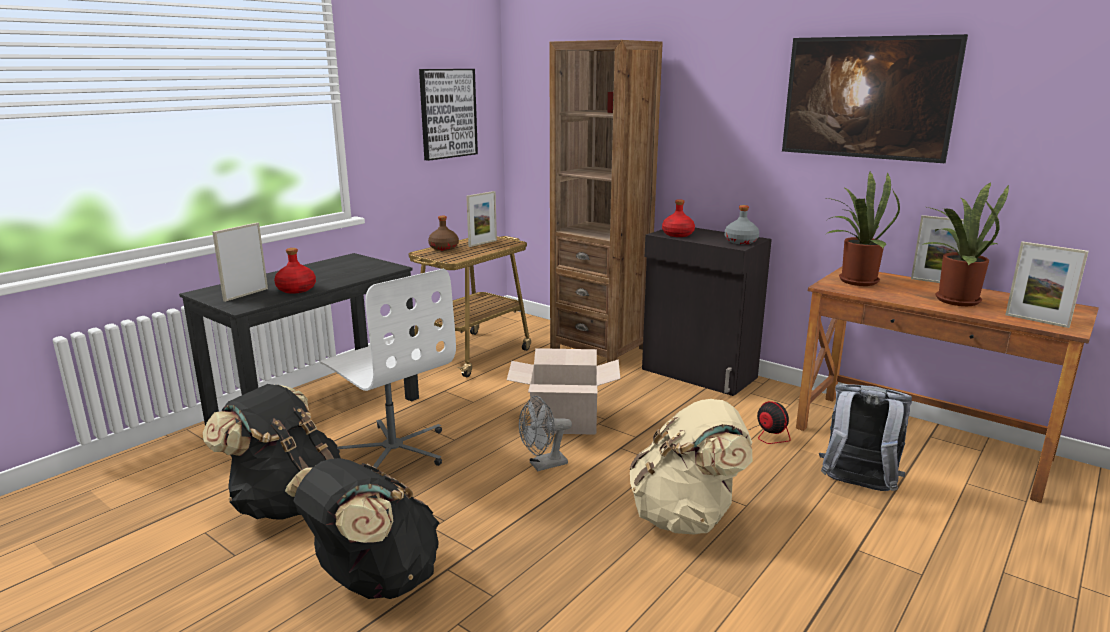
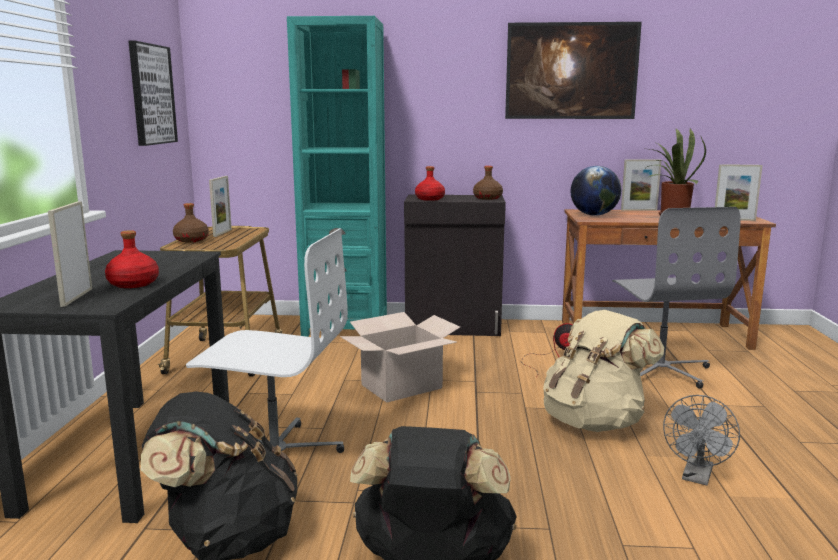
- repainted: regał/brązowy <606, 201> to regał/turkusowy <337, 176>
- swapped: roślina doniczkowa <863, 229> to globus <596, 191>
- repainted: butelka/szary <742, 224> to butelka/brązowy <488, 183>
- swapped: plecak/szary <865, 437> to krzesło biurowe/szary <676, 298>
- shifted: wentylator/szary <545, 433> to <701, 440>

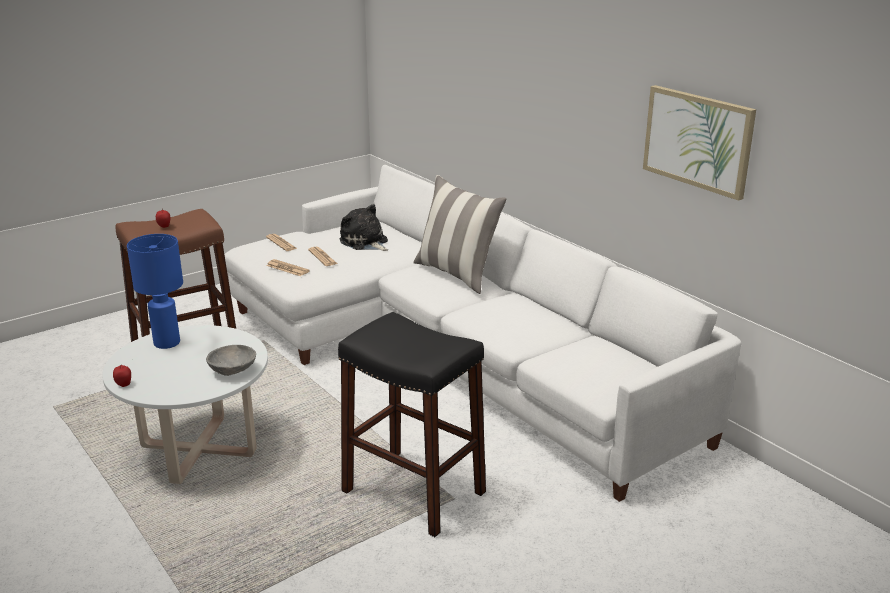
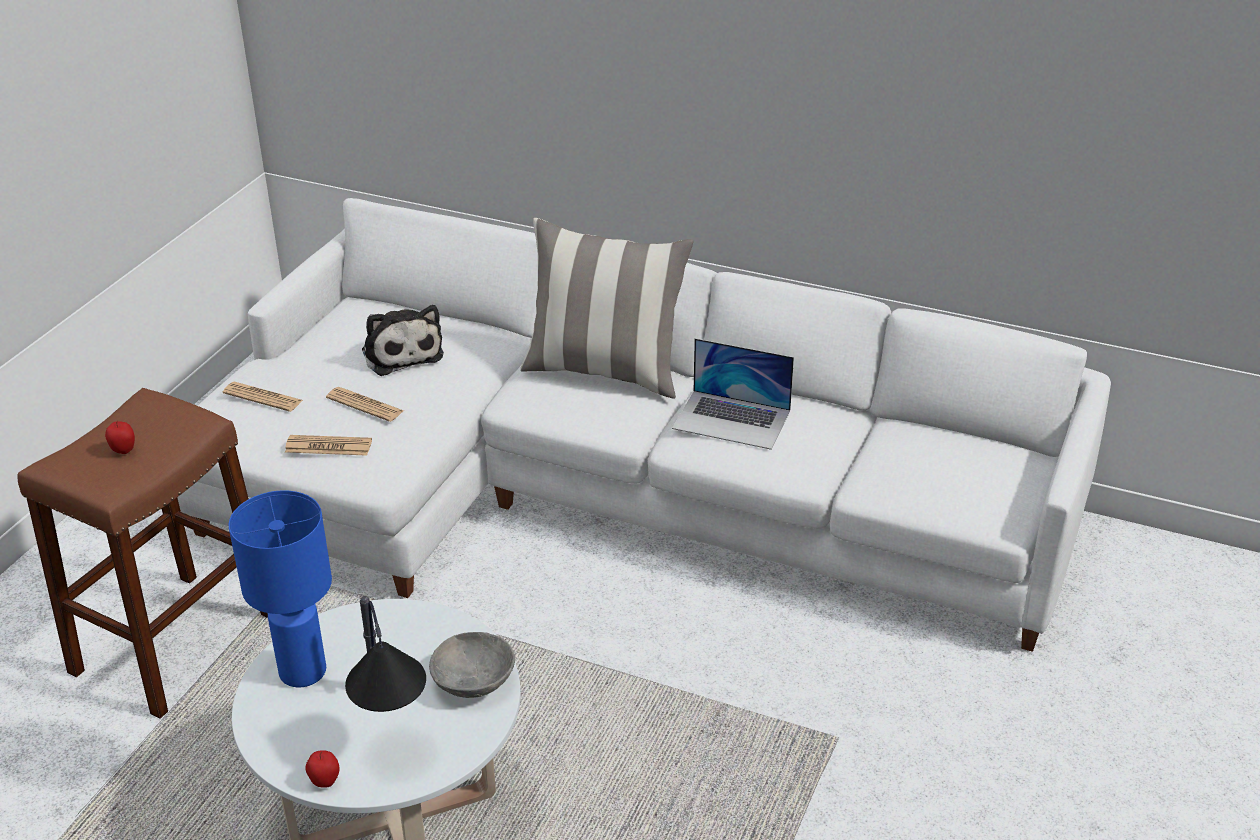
- gone: obraz <699, 143>
- rotated: pluszak <364, 227> = <403, 340> 135 degrees counterclockwise
- gone: stołek/czarny <412, 424>
- new: laptop <733, 394>
- new: lampa stołowa <385, 654>

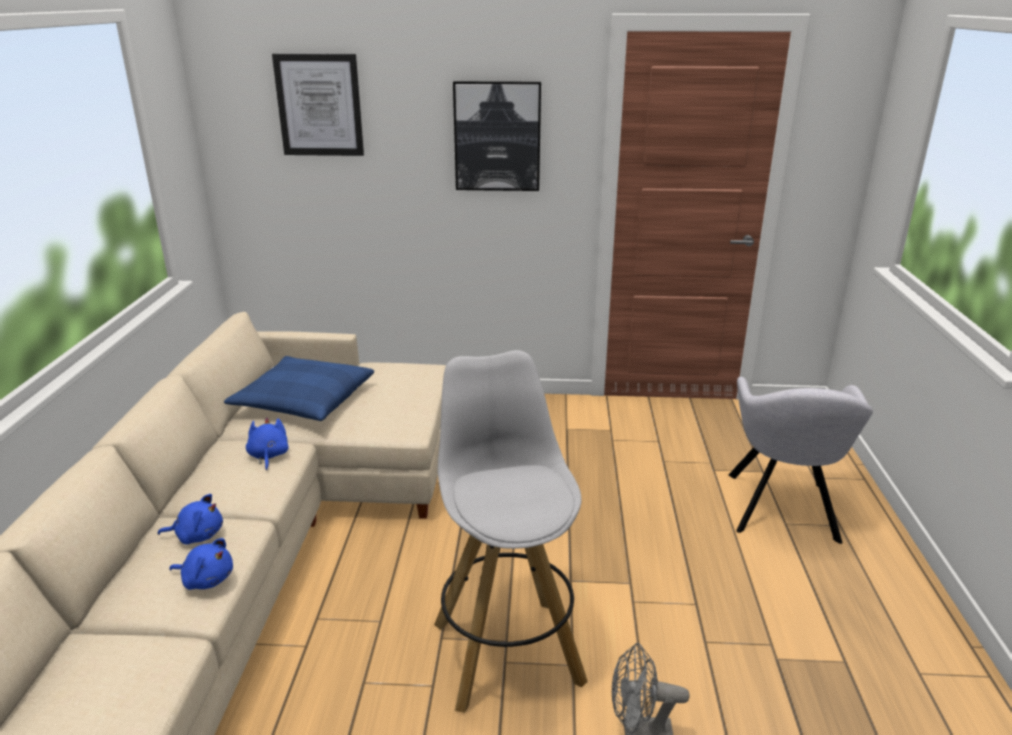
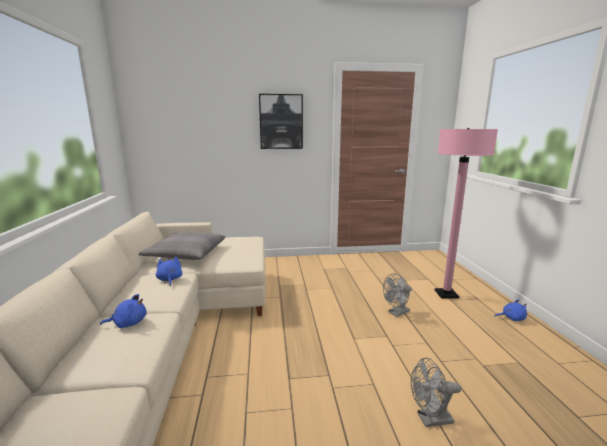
- gone: obraz <318, 105>
- gone: stołek/biały <511, 531>
- repainted: poduszka/niebieski <299, 388> to poduszka/szary <182, 246>
- swapped: fotel/szary <801, 460> to lampa stojąca/różowy <466, 213>
- shifted: pluszak/niebieski <201, 564> to <511, 310>
- new: wentylator/szary <397, 295>

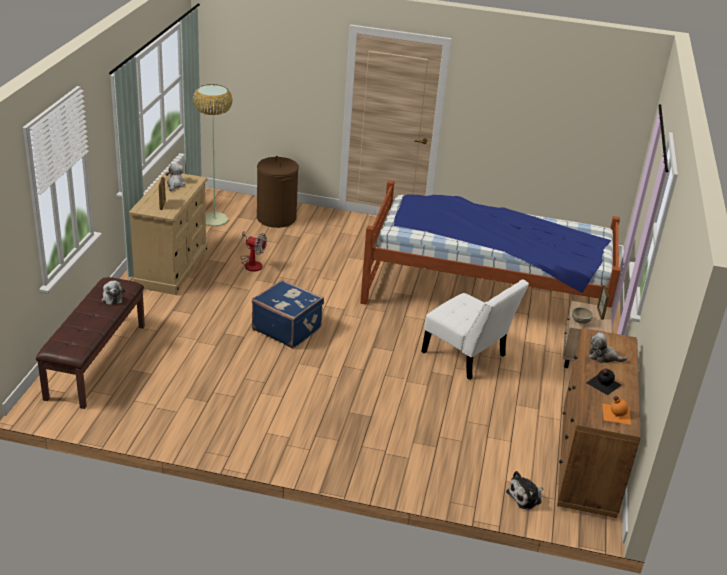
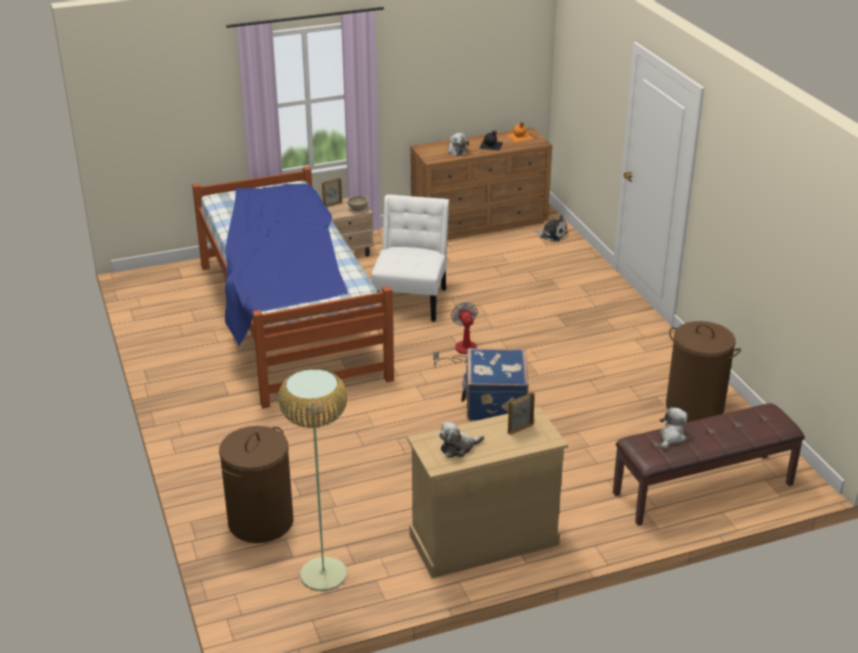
- shifted: wentylator <253, 252> to <455, 334>
- new: kosz na pranie/brązowy <703, 371>

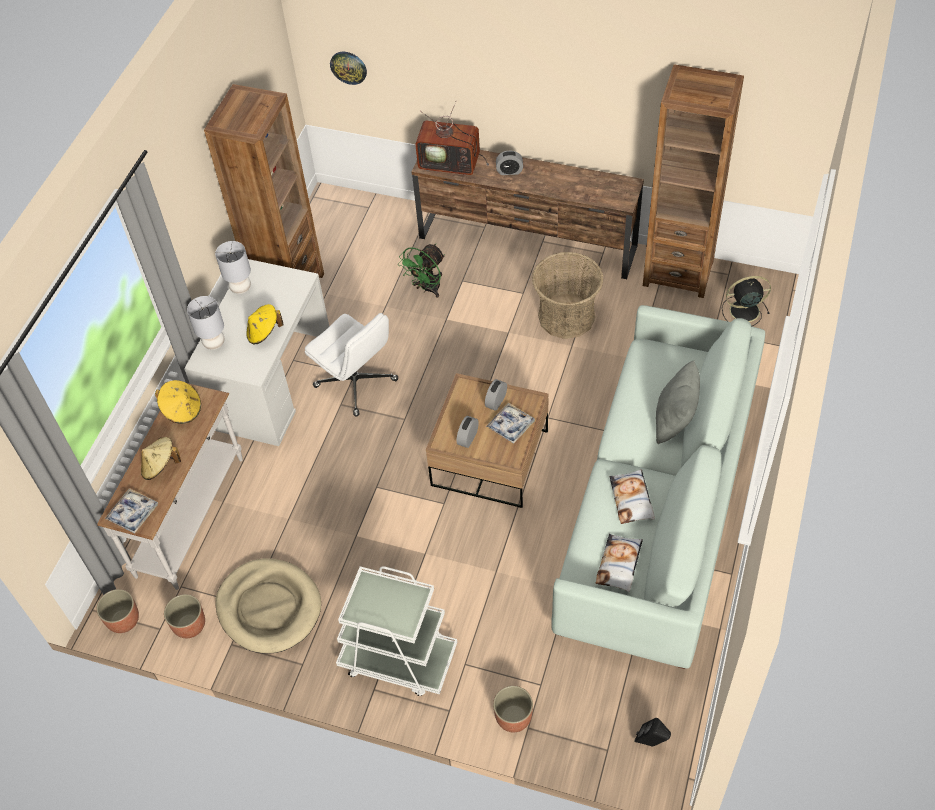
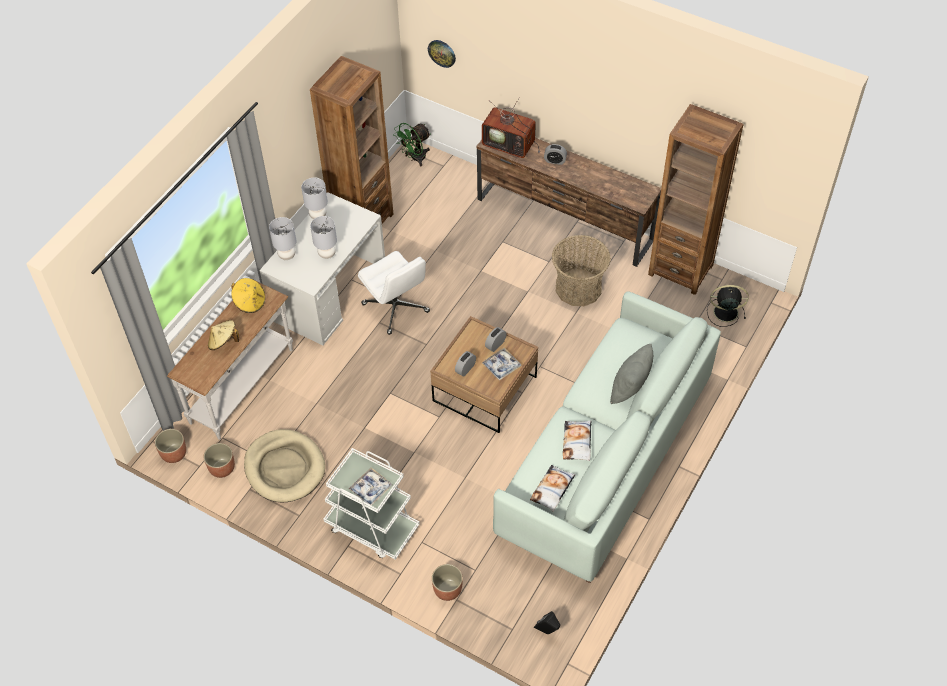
- shifted: wentylator/zielony <421, 271> to <412, 144>
- swapped: kapelusz/żółty <265, 324> to lampa stołowa/szary <323, 237>
- shifted: taca <131, 511> to <371, 486>

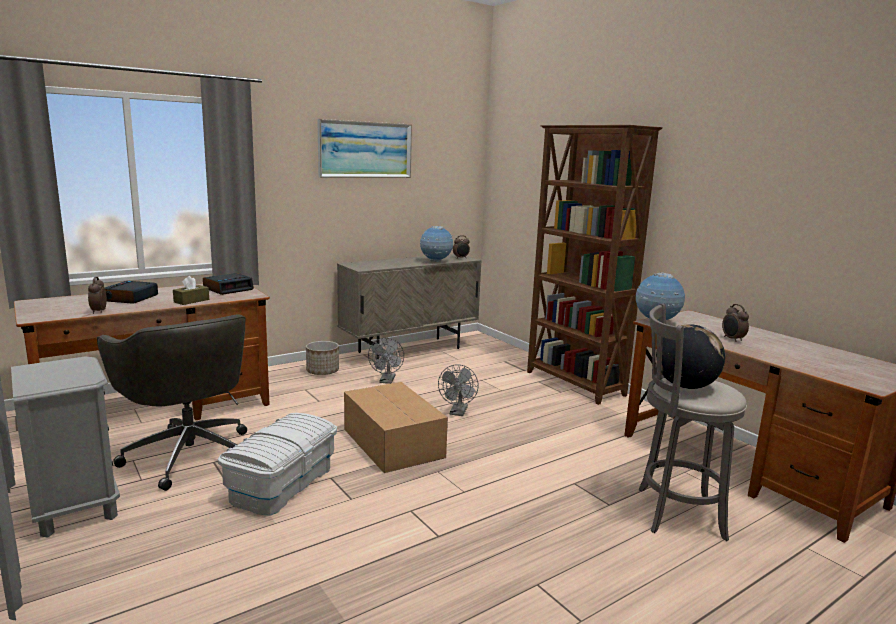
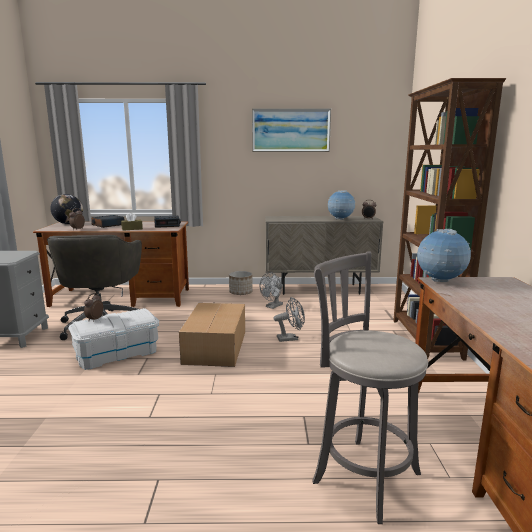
- shifted: budzik <735, 323> to <93, 307>
- shifted: globus <690, 356> to <66, 209>
- rotated: wentylator/szary <458, 390> = <289, 319> 150 degrees counterclockwise

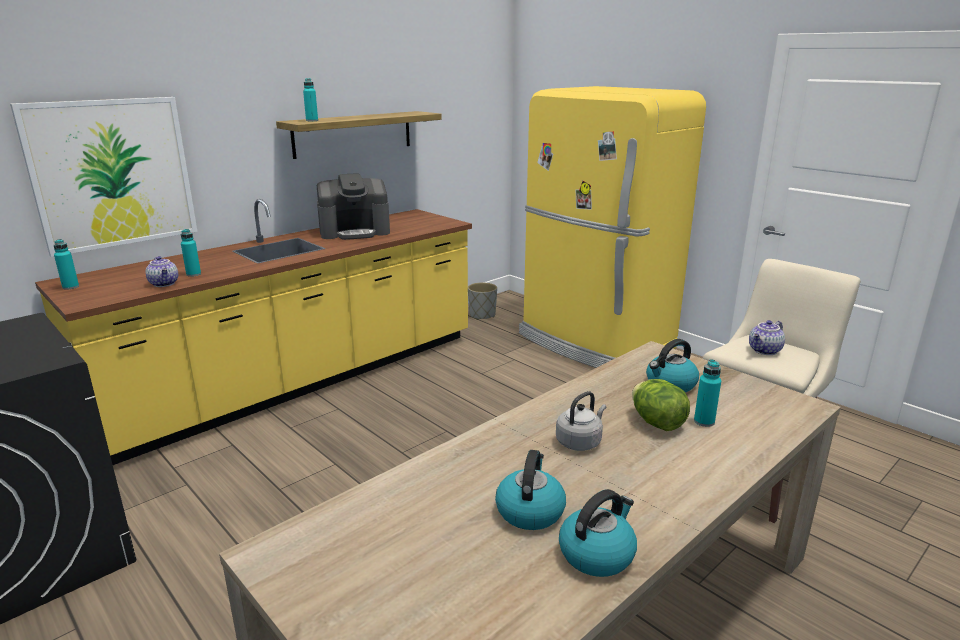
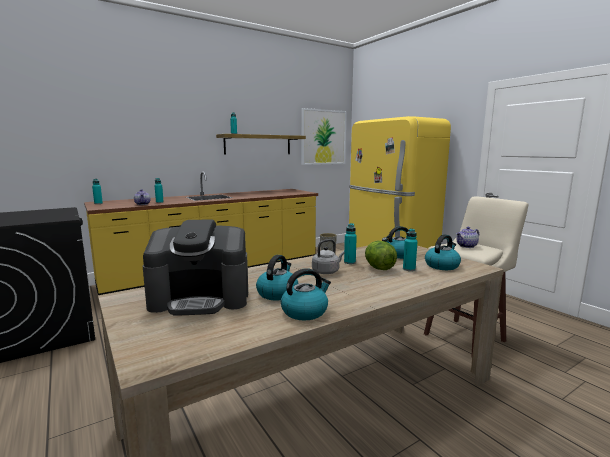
- shifted: obraz <103, 177> to <324, 136>
- shifted: ekspres do kawy <353, 206> to <195, 267>
- new: butelka/turkusowy <350, 243>
- new: czajnik <443, 252>

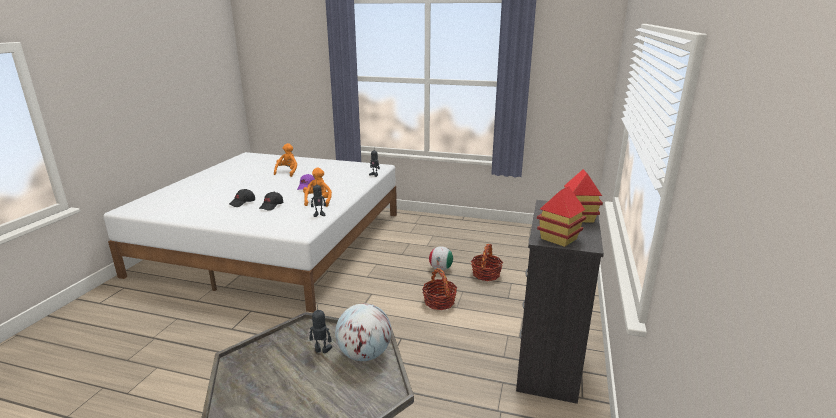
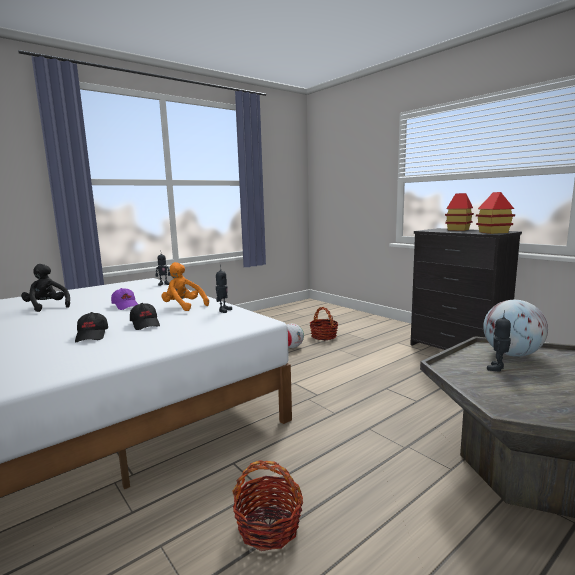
- repainted: pluszak/pomarańczowy <285, 160> to pluszak/czarny <45, 288>
- shifted: koszyk <439, 289> to <267, 506>

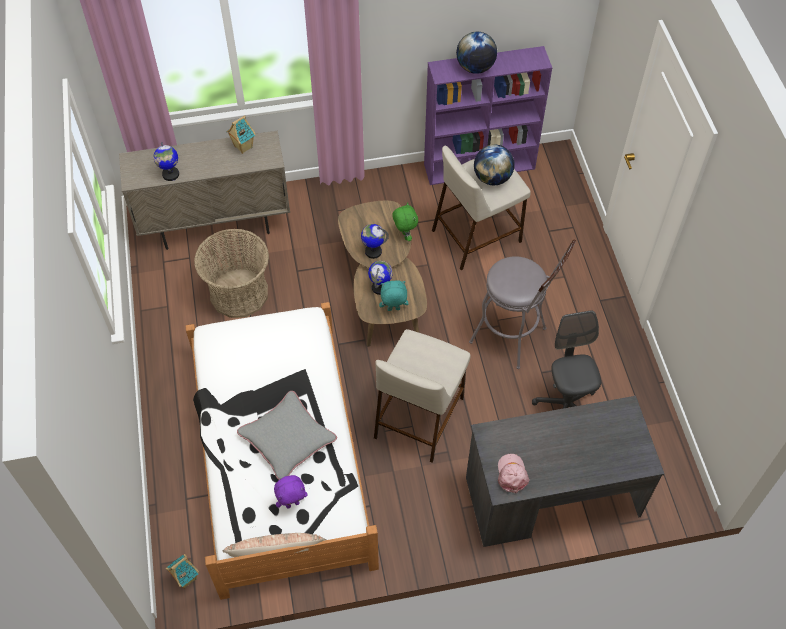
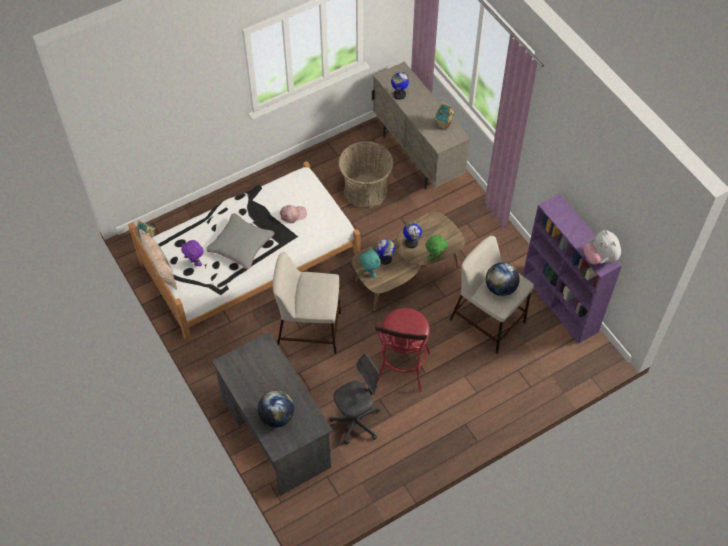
- shifted: globus <476, 53> to <276, 409>
- repainted: stołek/szary <522, 304> to stołek/czerwony <402, 350>
- shifted: czapka z daszkiem/różowy <514, 473> to <293, 214>
- new: pluszak <602, 247>

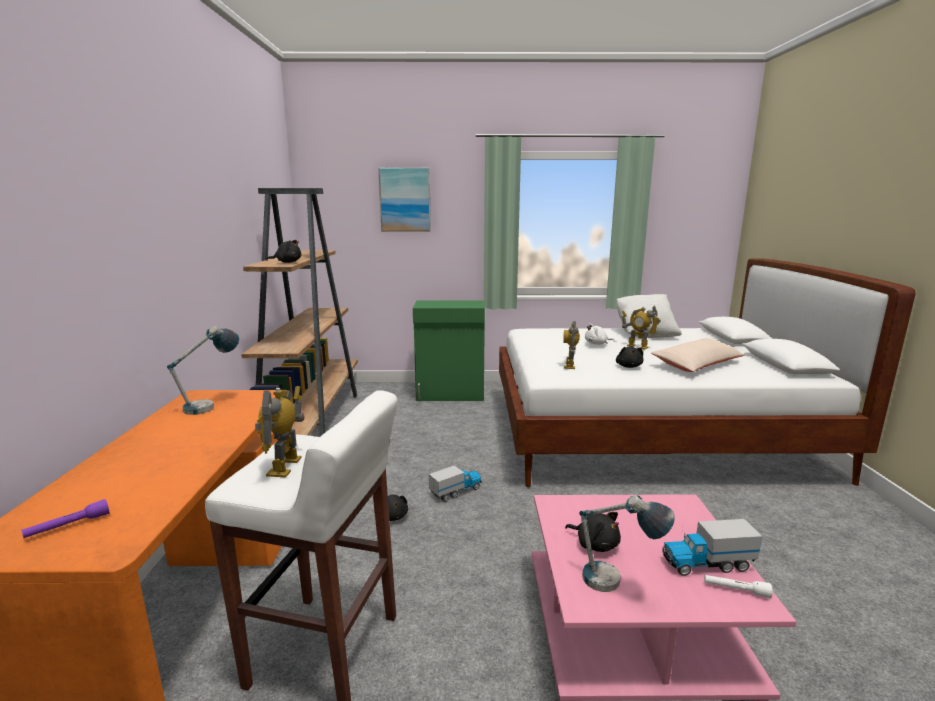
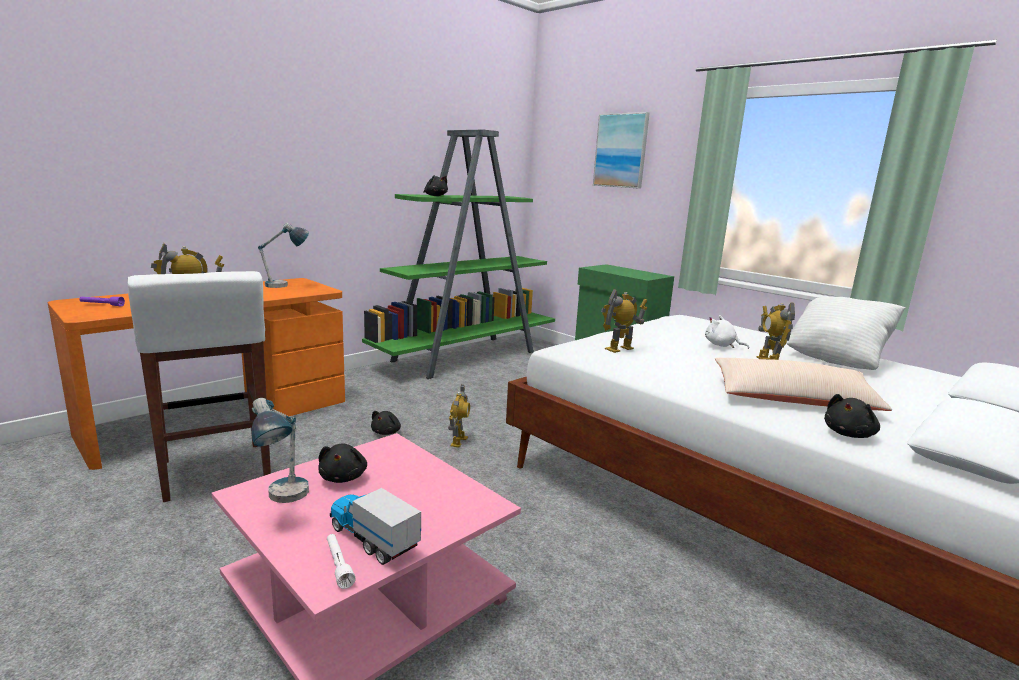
- repainted: regał/brązowy <299, 312> to regał/zielony <458, 254>
- shifted: pluszak/czarny <629, 357> to <852, 416>
- swapped: ciężarówka zabawkowa <455, 483> to robot zabawkowy <459, 416>

